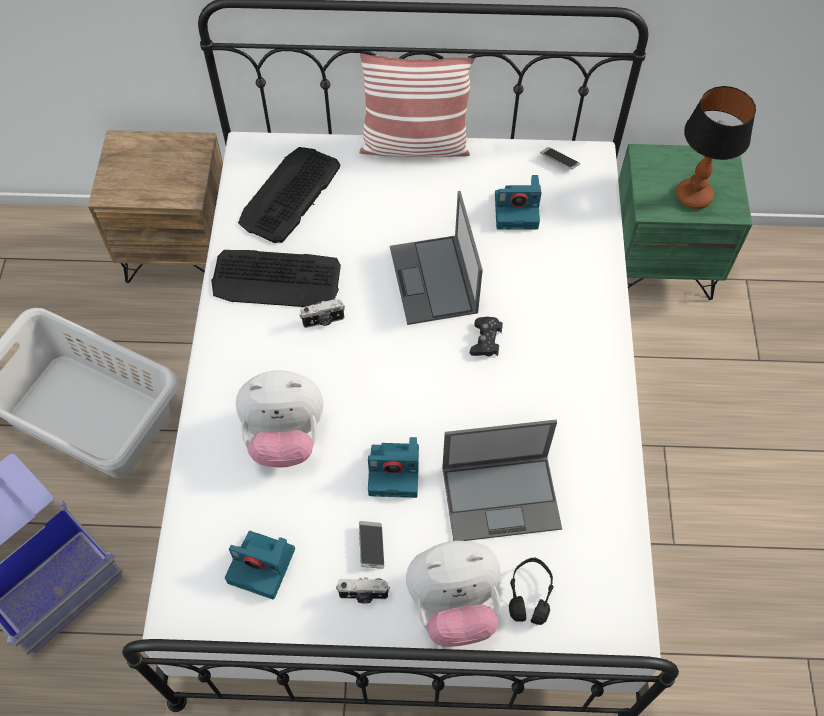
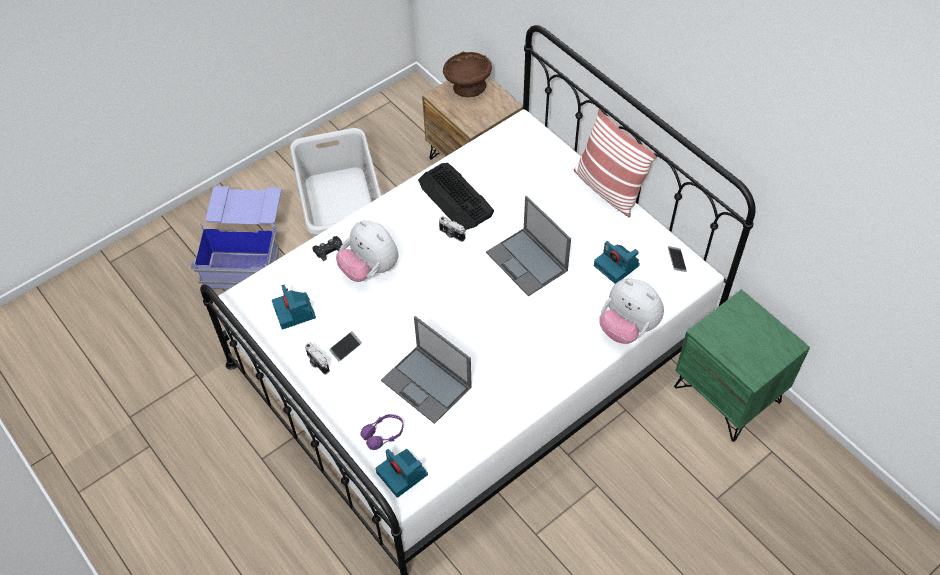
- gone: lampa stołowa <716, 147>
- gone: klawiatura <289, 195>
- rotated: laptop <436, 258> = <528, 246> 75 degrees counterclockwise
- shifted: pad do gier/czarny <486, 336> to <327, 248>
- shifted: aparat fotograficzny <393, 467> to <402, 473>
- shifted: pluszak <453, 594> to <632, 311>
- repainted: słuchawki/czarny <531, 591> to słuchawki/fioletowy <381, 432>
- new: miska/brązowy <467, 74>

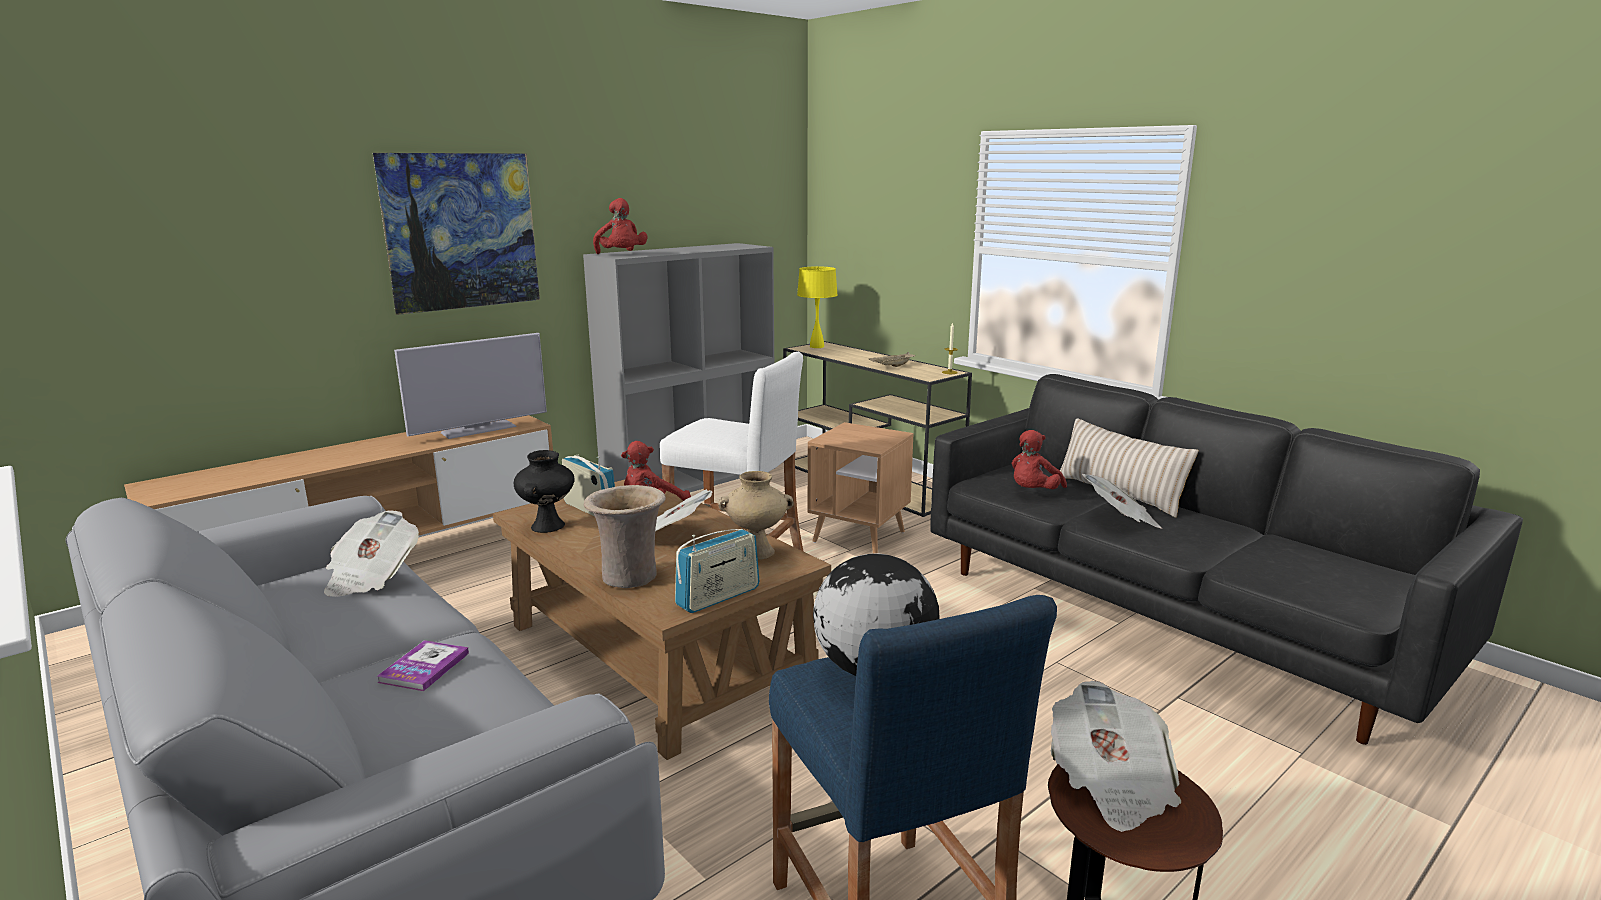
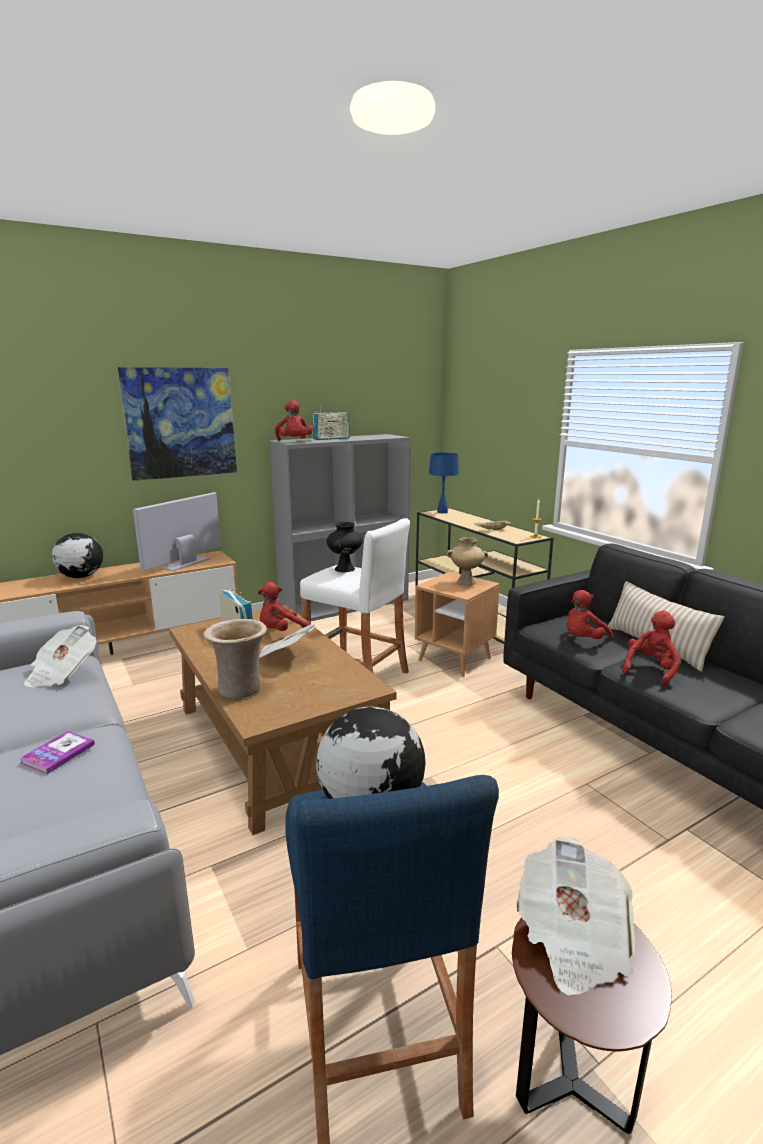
- repainted: lampa stołowa/żółty <817, 307> to lampa stołowa/niebieski <444, 482>
- rotated: telewizor <470, 386> = <177, 531> 150 degrees clockwise
- shifted: wazon/czarny <544, 491> to <345, 547>
- shifted: wazon/beżowy <756, 515> to <467, 561>
- swapped: gazeta <1122, 501> to pluszak/czerwony <651, 648>
- shifted: radio <717, 571> to <331, 423>
- new: globus <77, 555>

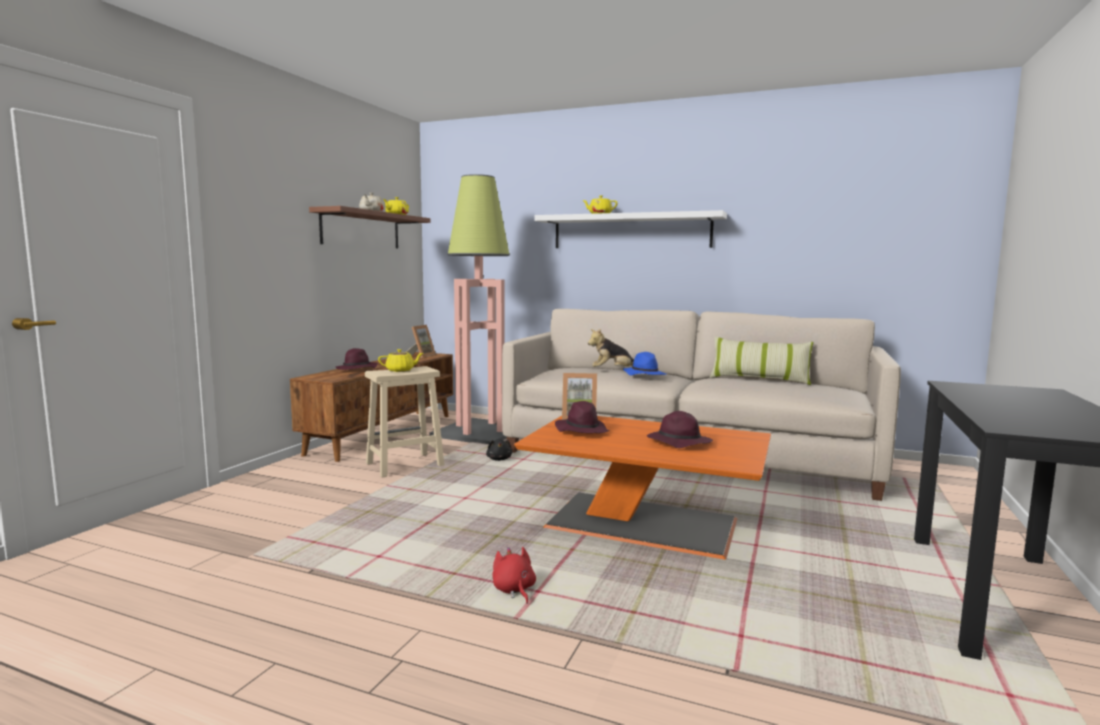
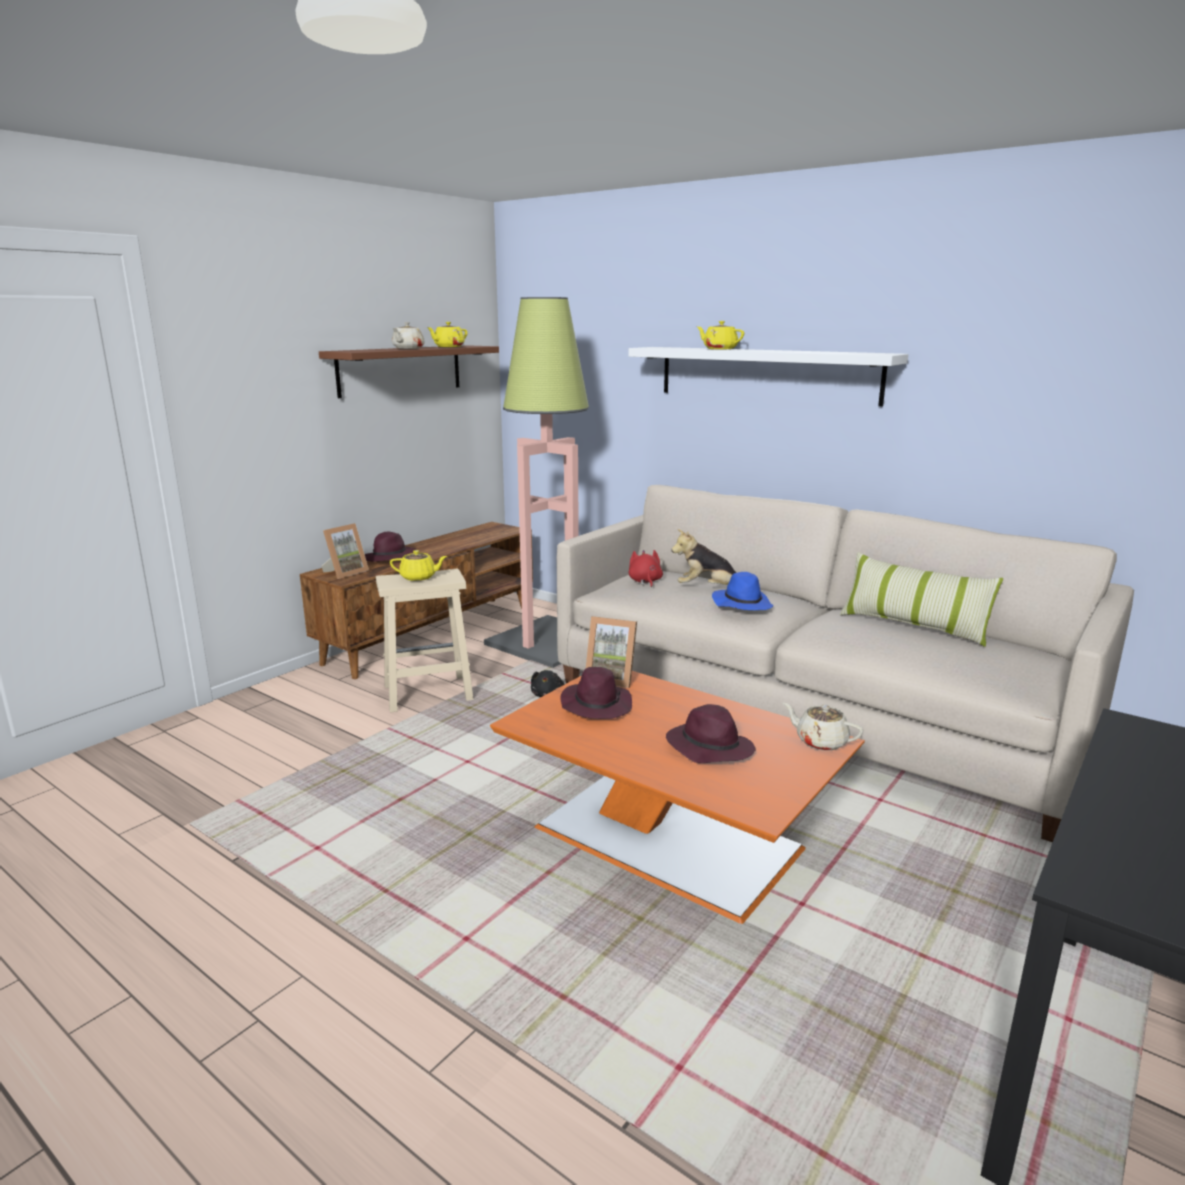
- shifted: ramka na zdjęcie <421, 341> to <345, 551>
- shifted: pluszak/czerwony <514, 575> to <646, 569>
- new: imbryk/beżowy <823, 727>

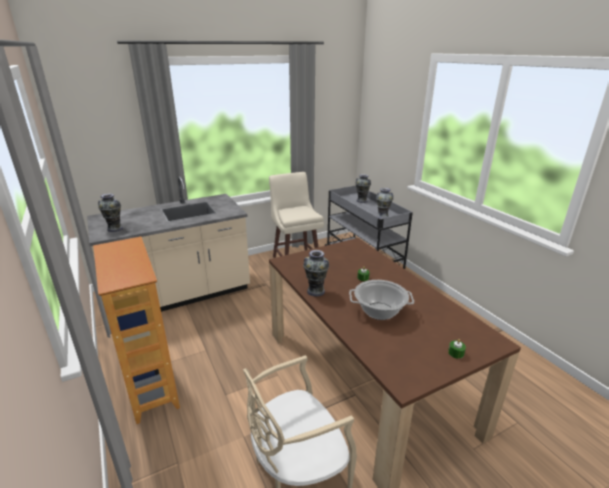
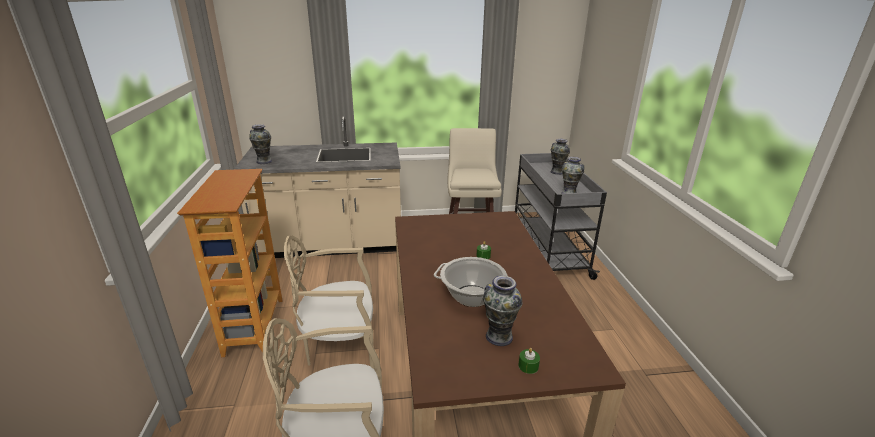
- shifted: wazon <316, 273> to <503, 311>
- new: krzesło/beżowy <329, 302>

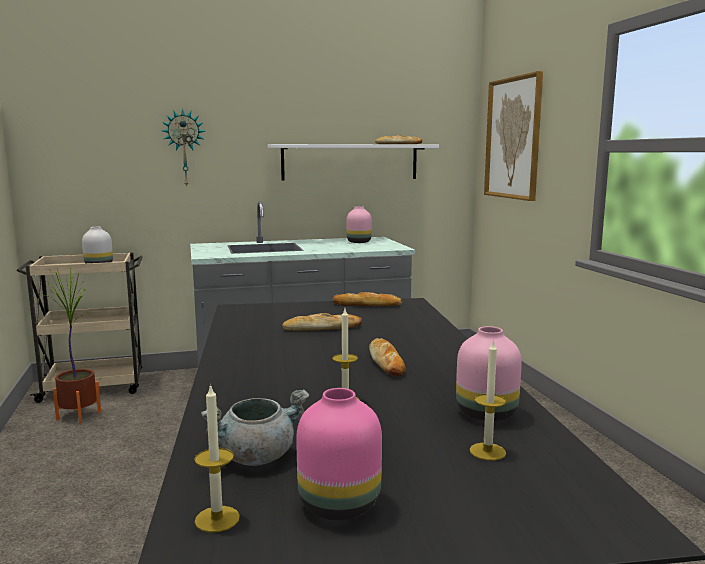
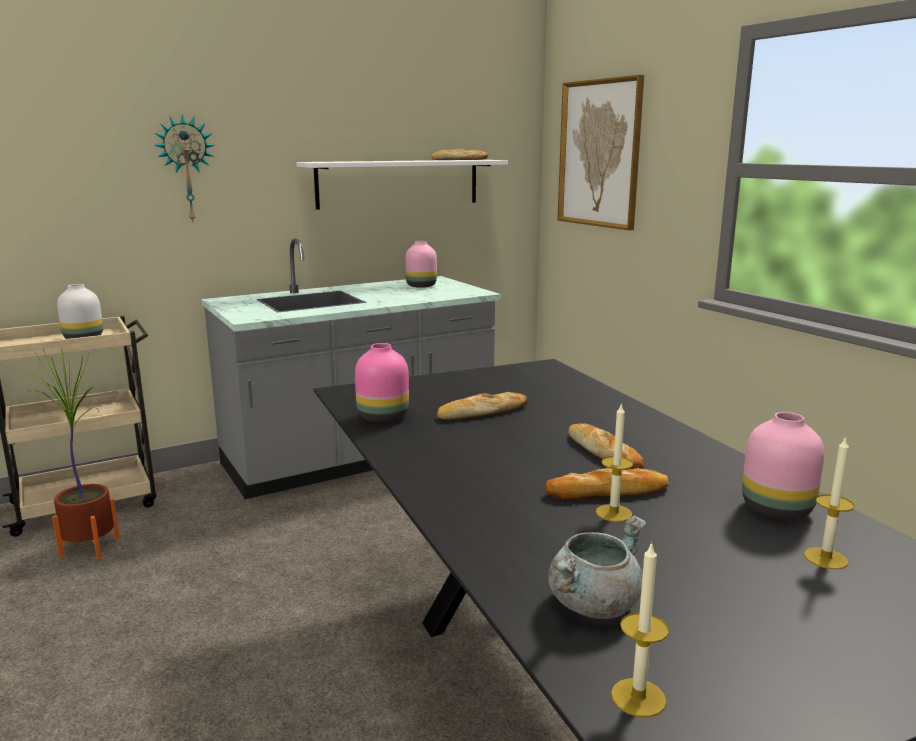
- shifted: chleb <367, 299> to <607, 484>
- shifted: wazon/różowy <339, 454> to <382, 383>

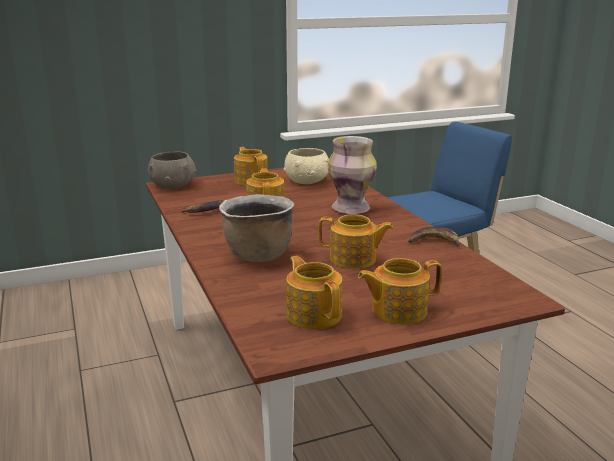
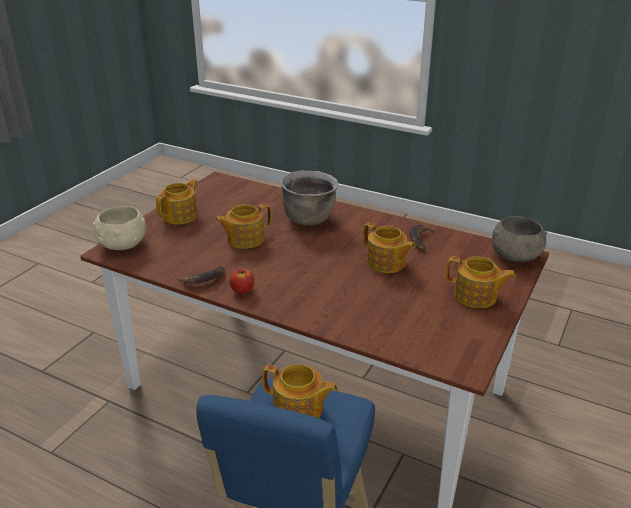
- gone: wazon <352, 175>
- shifted: miska/beżowy <306, 166> to <119, 228>
- shifted: imbryk <314, 293> to <300, 391>
- new: jabłko <242, 281>

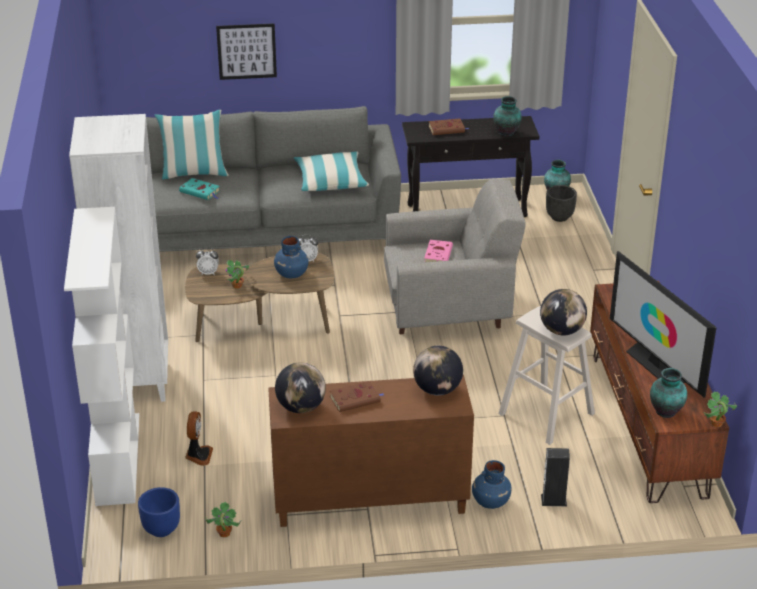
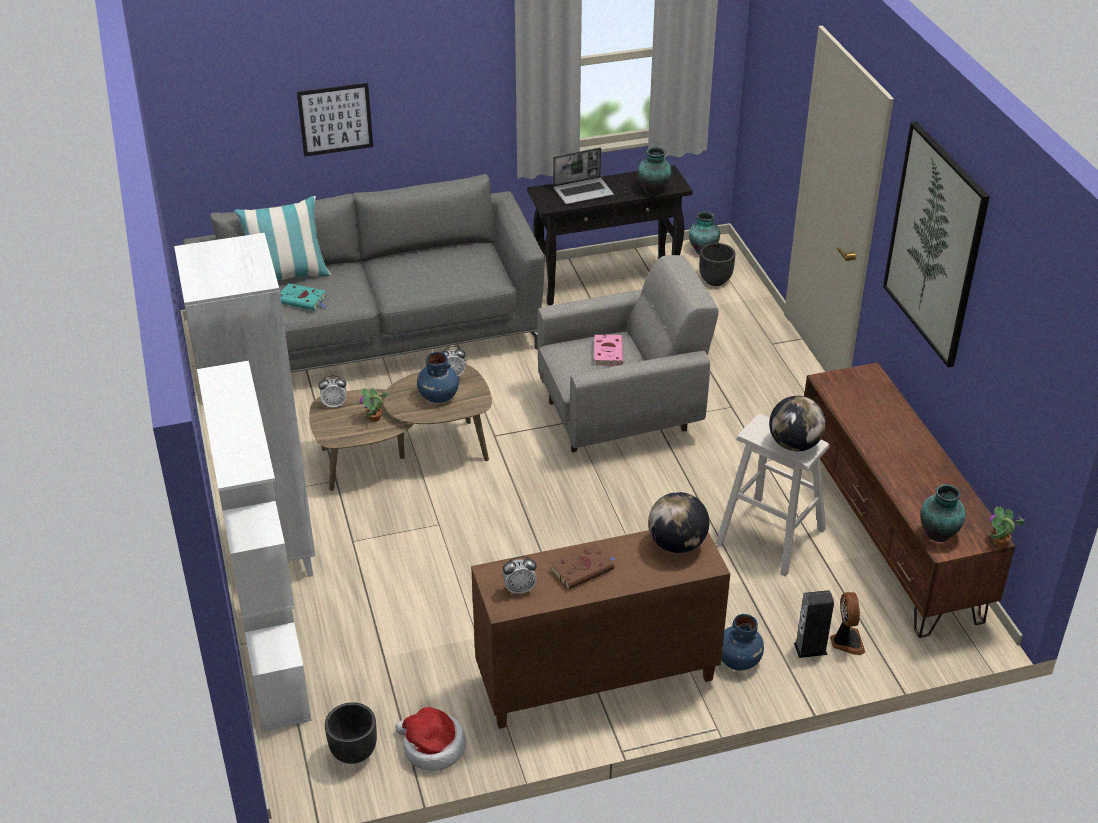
- swapped: książka/brązowy <449, 126> to laptop <583, 176>
- gone: poduszka <331, 171>
- gone: telewizor <663, 324>
- swapped: globus <300, 387> to budzik <520, 575>
- shifted: wentylator <199, 439> to <847, 623>
- repainted: donica/niebieski <159, 512> to donica/czarny <351, 733>
- swapped: roślina doniczkowa <223, 519> to kapelusz <430, 739>
- new: obraz <936, 244>

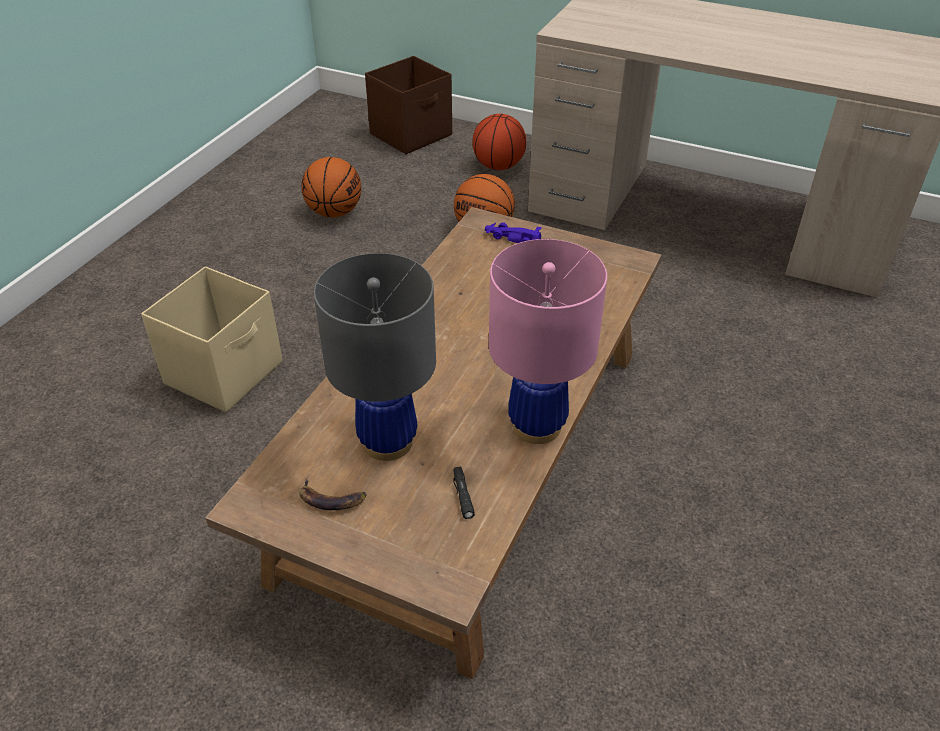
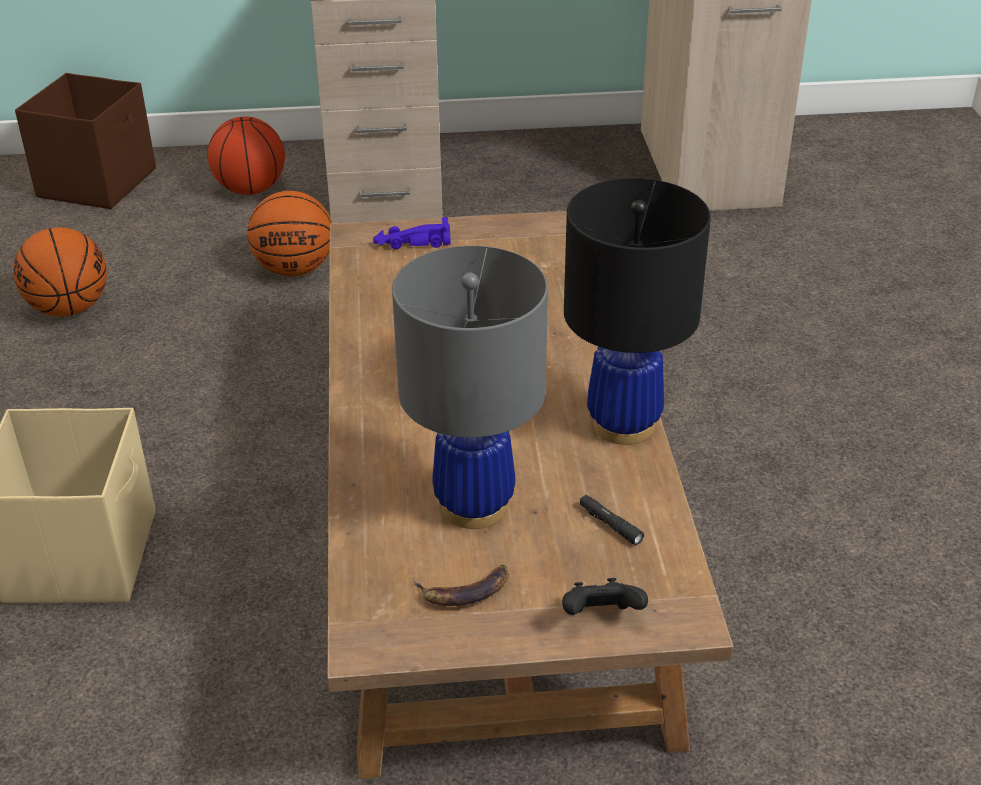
- repainted: lampa stołowa/różowy <548, 341> to lampa stołowa/czarny <637, 311>
- new: pad do gier/czarny <605, 596>

